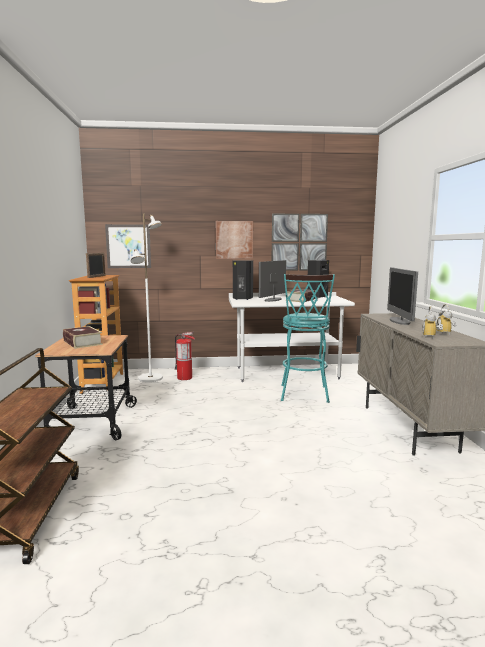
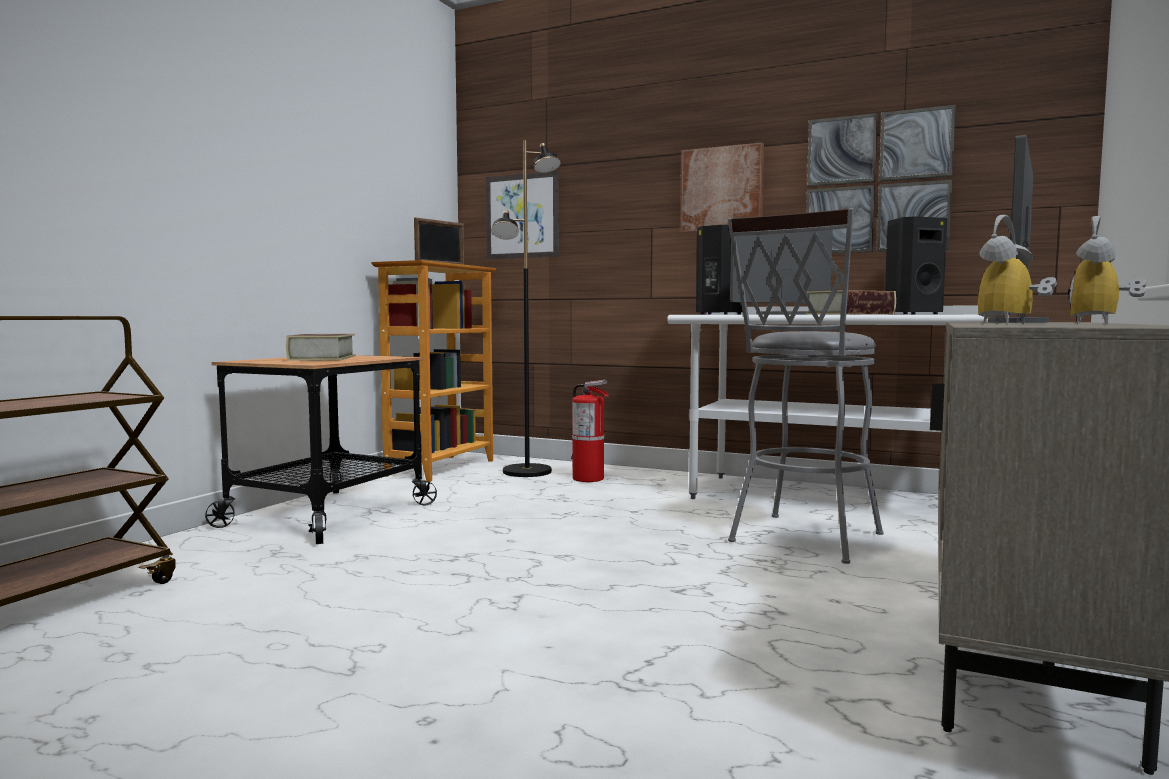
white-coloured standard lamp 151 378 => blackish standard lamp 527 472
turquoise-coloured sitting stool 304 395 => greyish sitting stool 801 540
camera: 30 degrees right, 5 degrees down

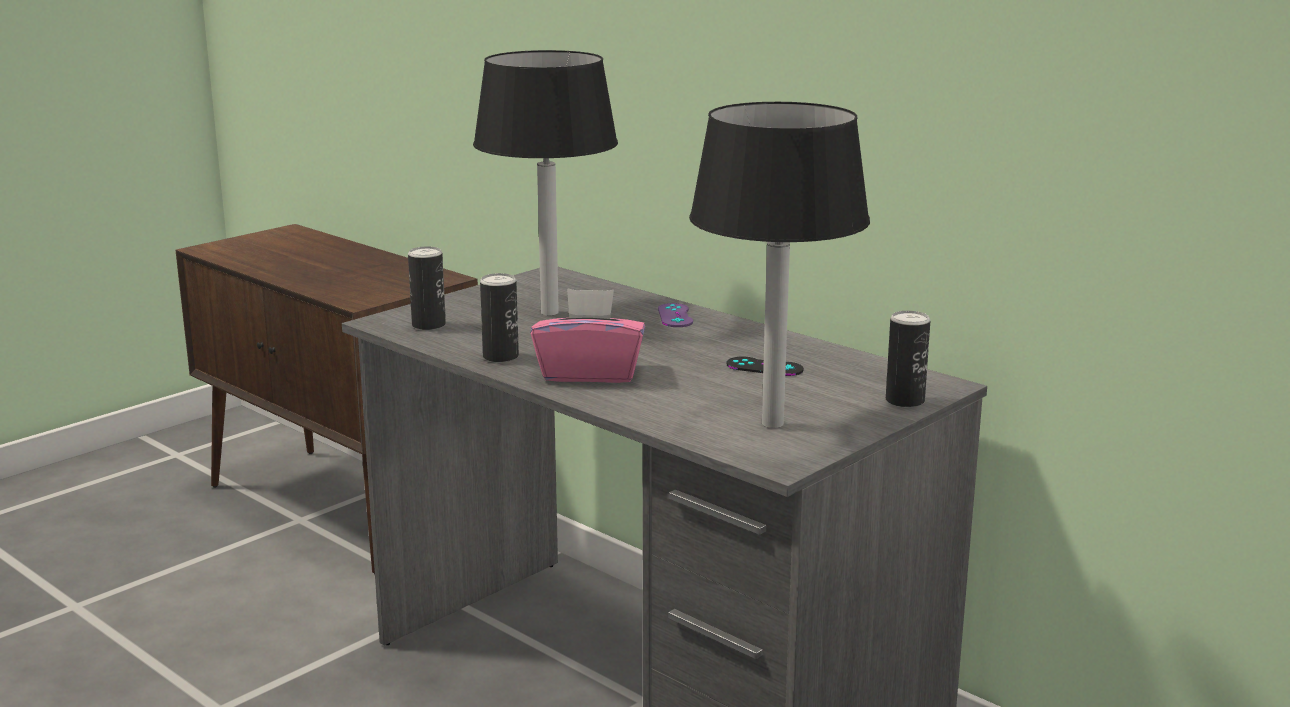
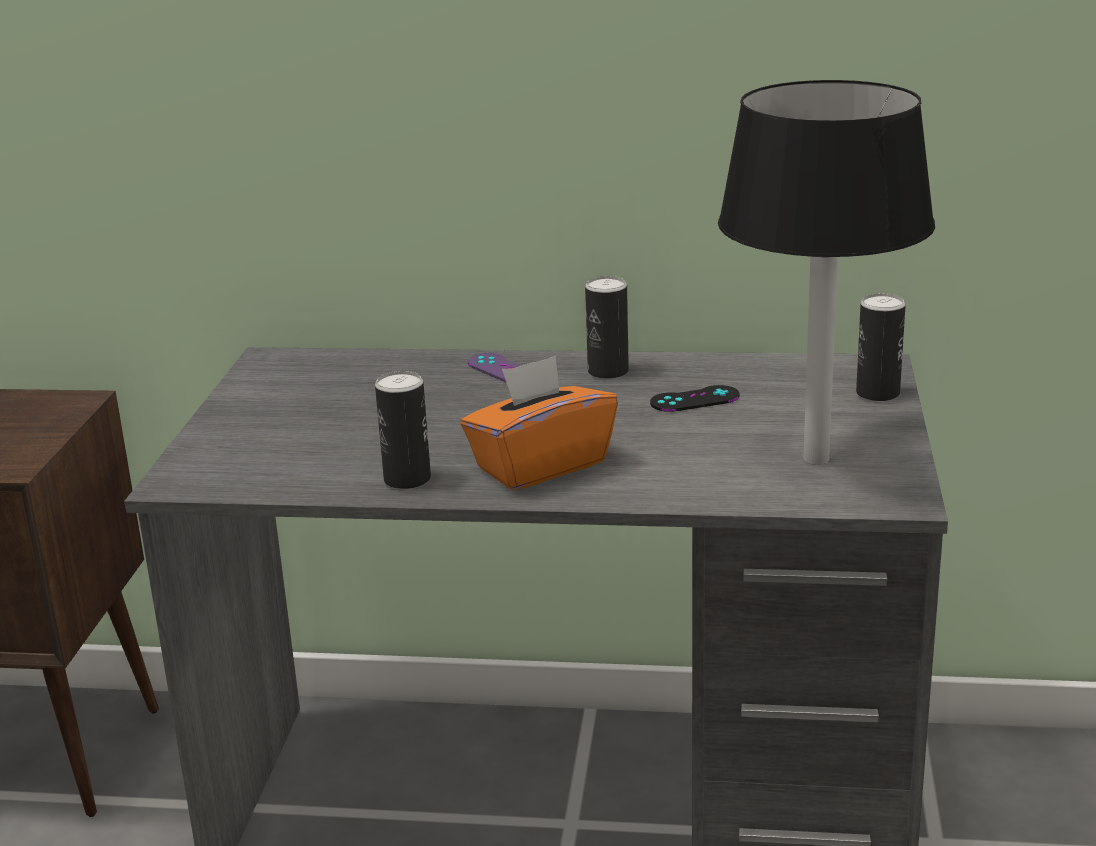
pinkish box of tissues 590 373 => orangey box of tissues 540 465
sealed can 428 325 => sealed can 608 371, moved
blackish tabletop lamp 549 313 => nothing
camera: 35 degrees left, 5 degrees up

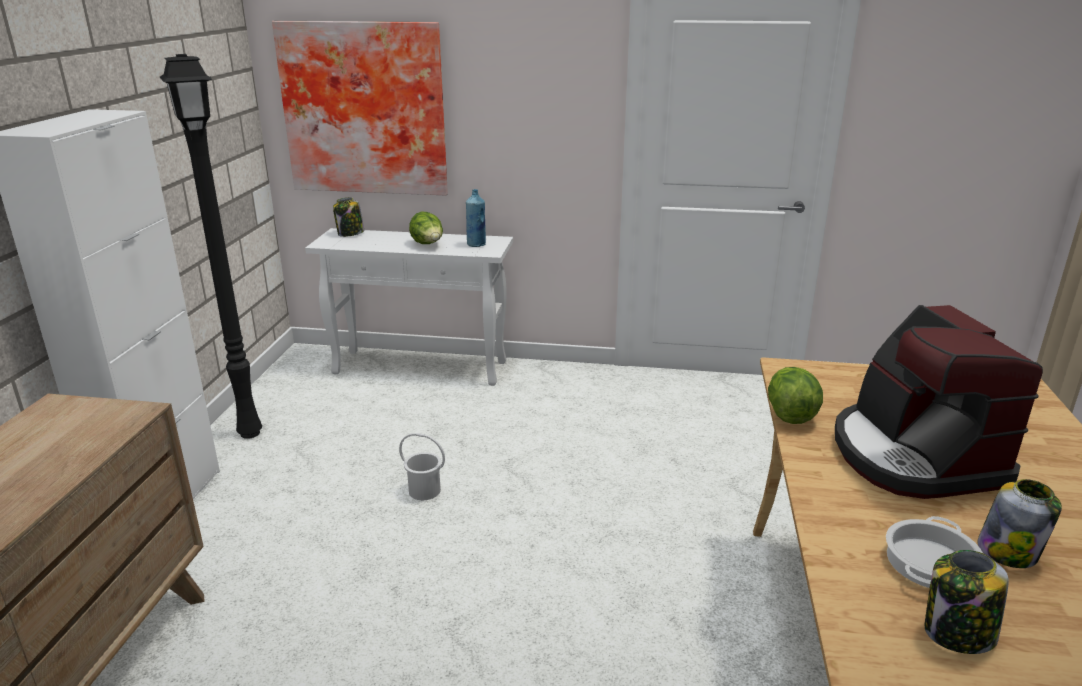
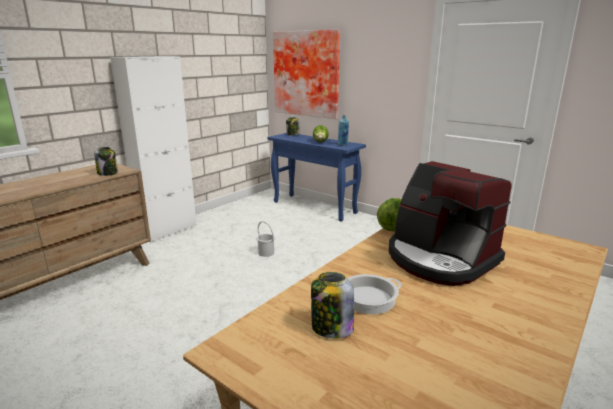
preserve jar 1008 551 => preserve jar 108 173, moved
white-coloured console table 421 367 => bluish console table 315 207
coffee brewer 913 456 => coffee brewer 440 259, 60 degrees counterclockwise
blackish standard lamp 251 432 => nothing
camera: 30 degrees right, 5 degrees down

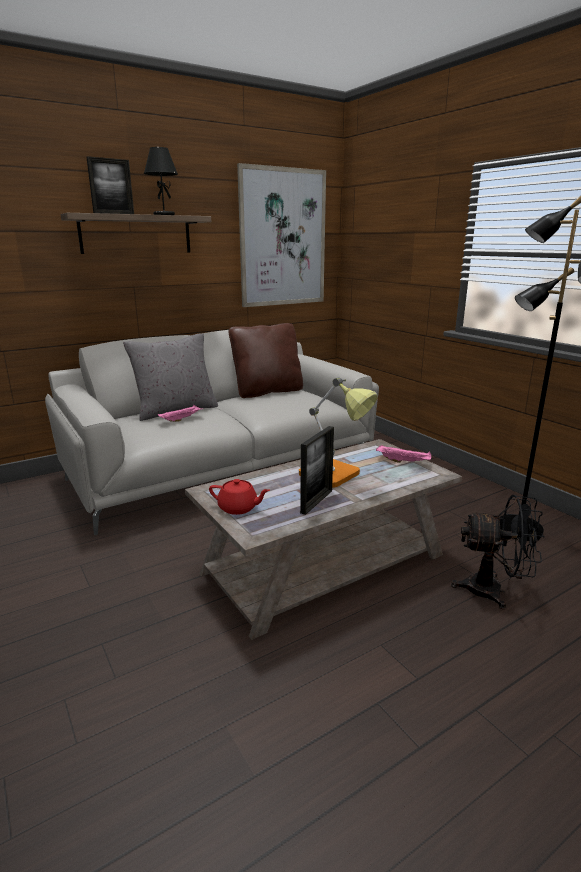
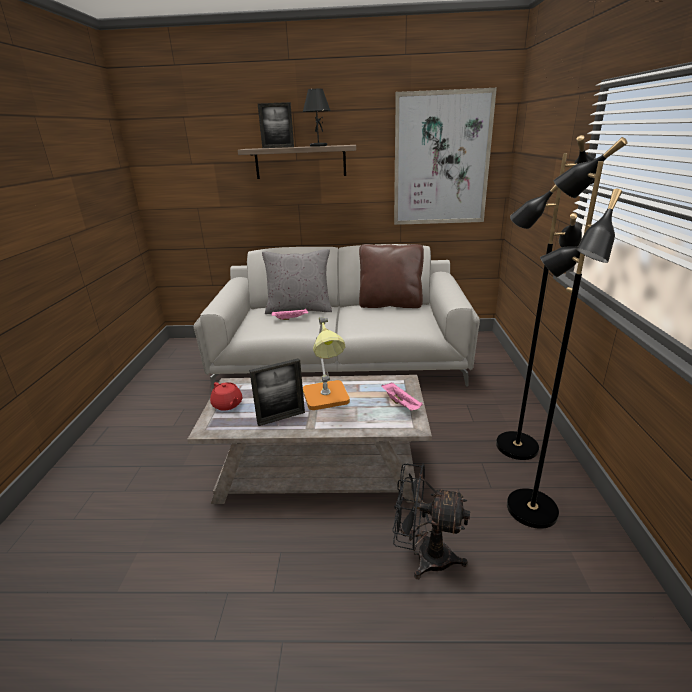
blackish electric fan 493 591 => blackish electric fan 424 556, 150 degrees clockwise
nothing => blackish standard lamp 516 445
camera: 35 degrees right, 5 degrees up

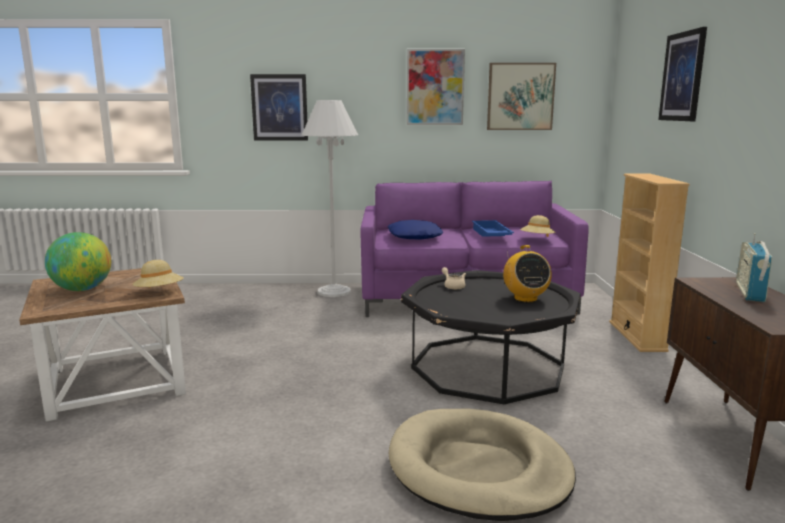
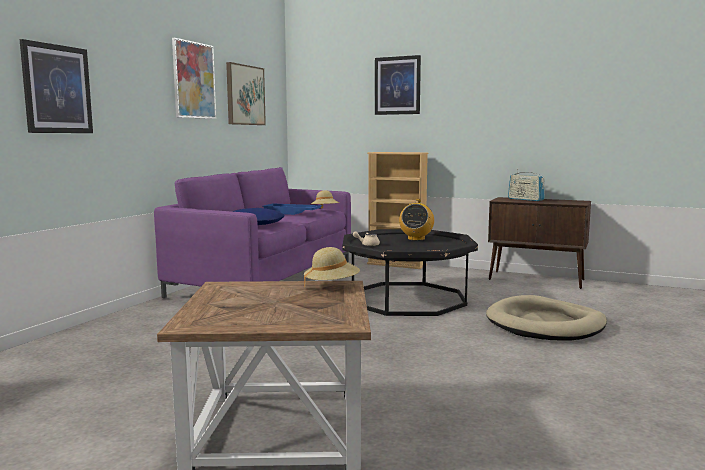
radio 525 298 => radio 416 239, 90 degrees clockwise
world globe 82 289 => nothing
white-coloured standard lamp 334 291 => nothing
camera: 65 degrees left, 5 degrees down

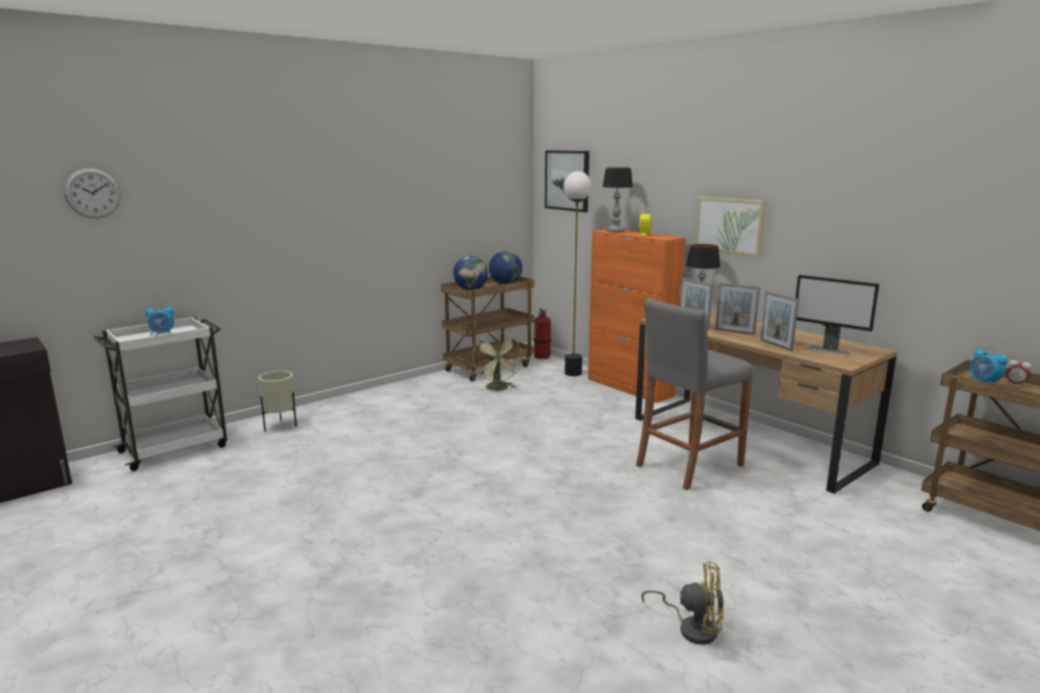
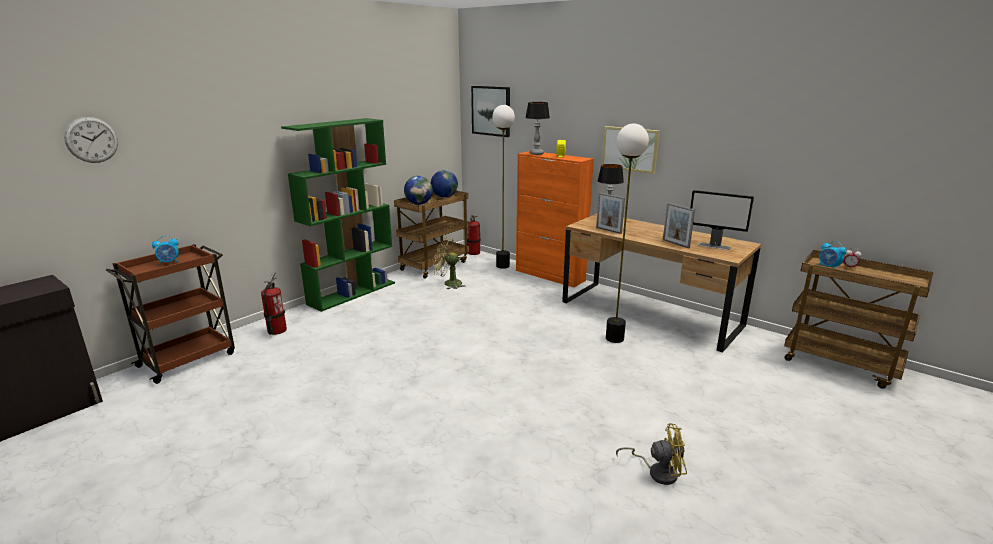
white-coloured cart 176 448 => brown-coloured cart 189 359
beige flower pot 280 426 => fire-fighting cylinder 276 330
nothing => greenish bookshelf 352 293
greenish electric fan 498 389 => greenish electric fan 448 283, 120 degrees clockwise
greyish sitting stool 689 465 => standard lamp 614 338
picture frame 734 332 => nothing
camera: 10 degrees left, 5 degrees up

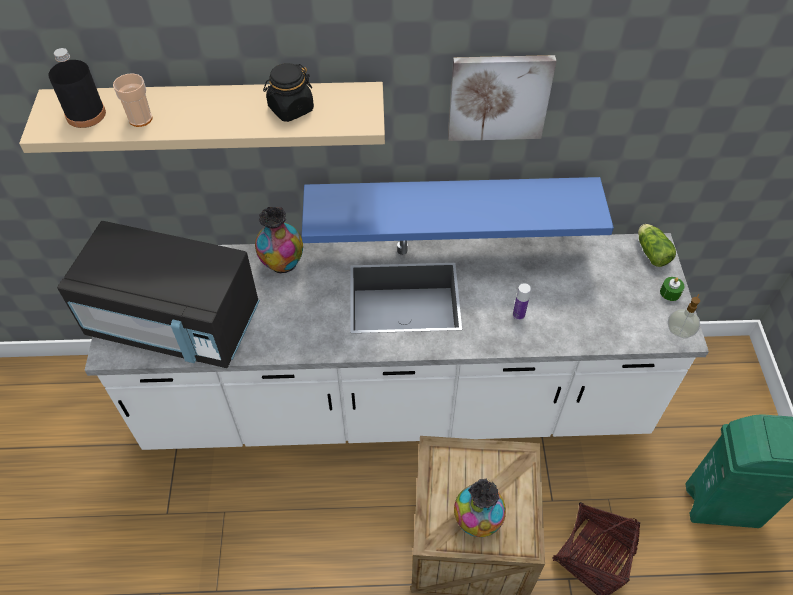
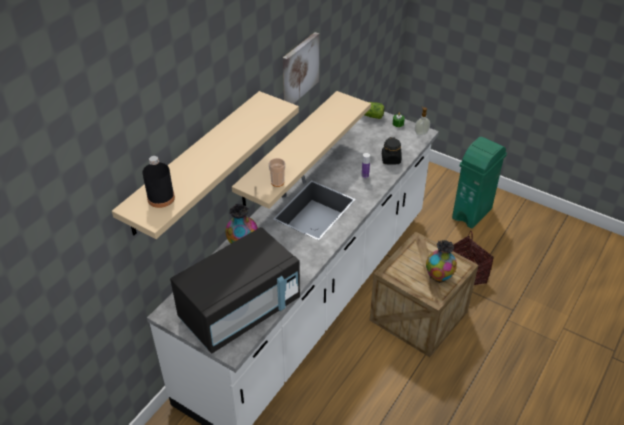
bluish wall shelf 451 201 => beige wall shelf 288 149
small cup 140 119 => small cup 277 182, moved
blackish preserve jar 290 109 => blackish preserve jar 391 159, moved
camera: 55 degrees left, 10 degrees down

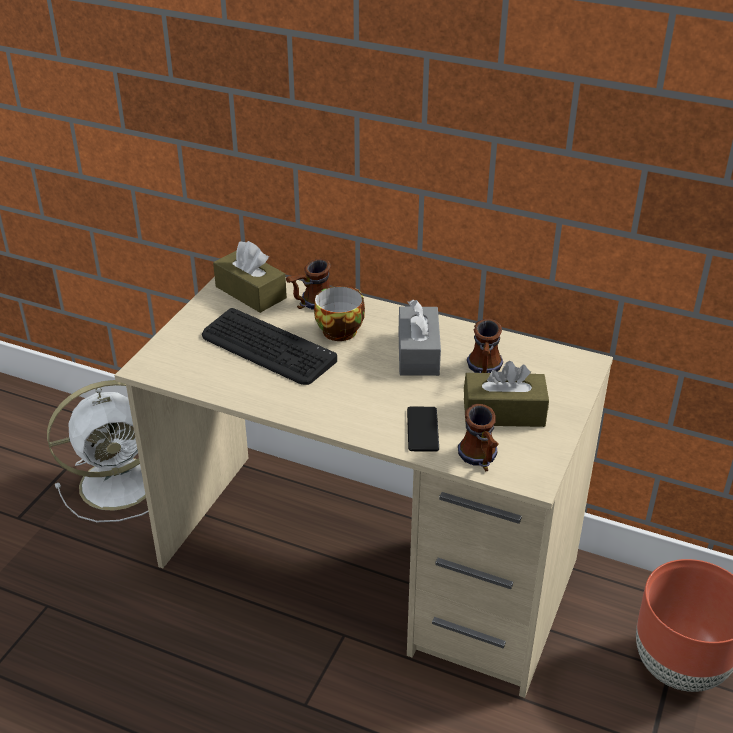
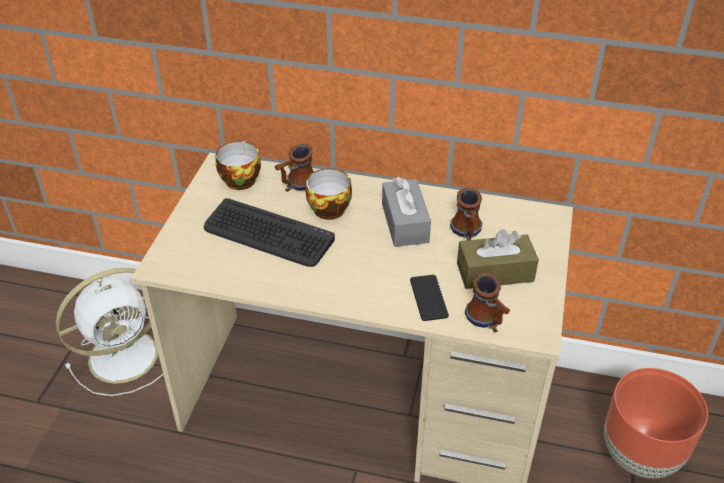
brown-coloured box of tissues 250 292 => small cup 238 180
camera: 10 degrees left, 5 degrees up

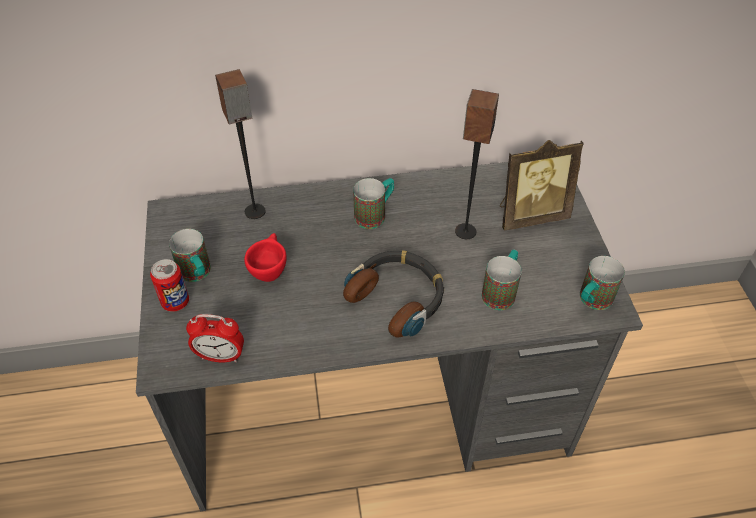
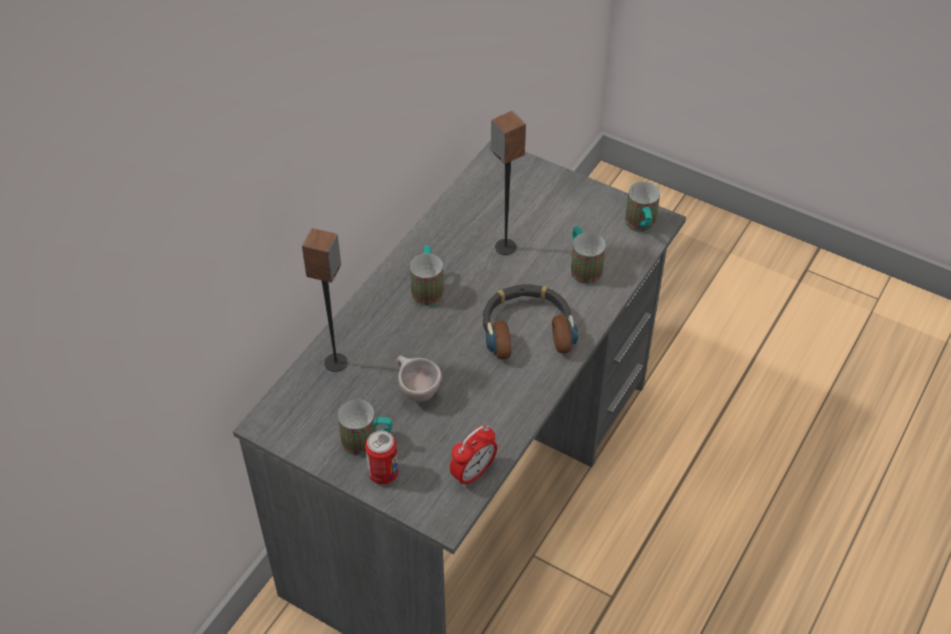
reddish small cup 269 270 => beige small cup 415 391
picture frame 530 215 => nothing
camera: 50 degrees left, 0 degrees up

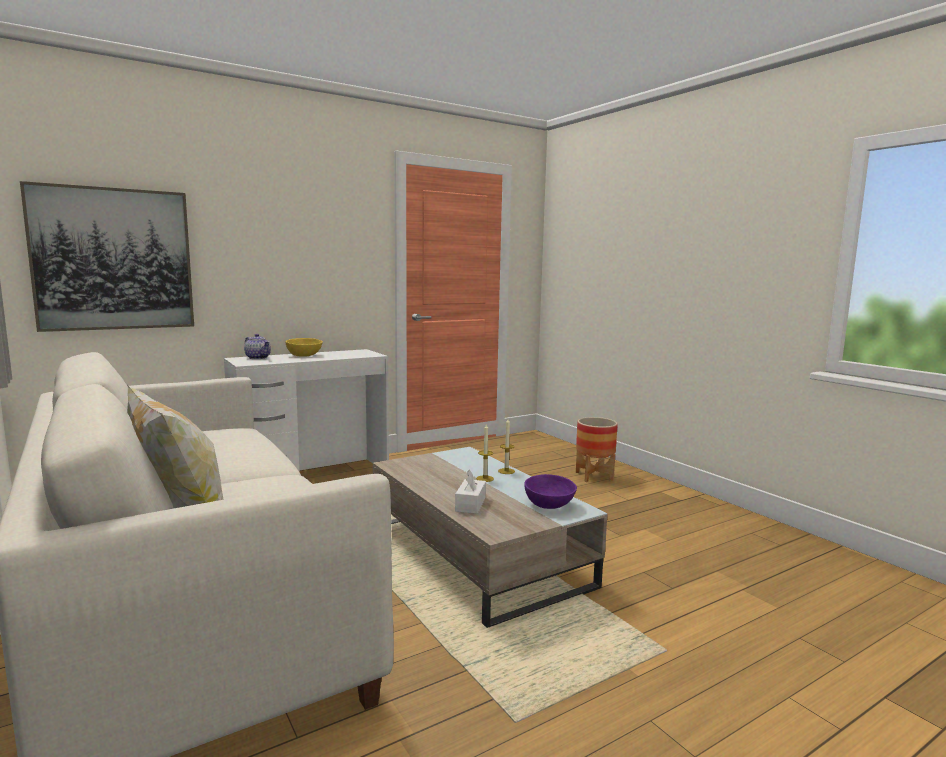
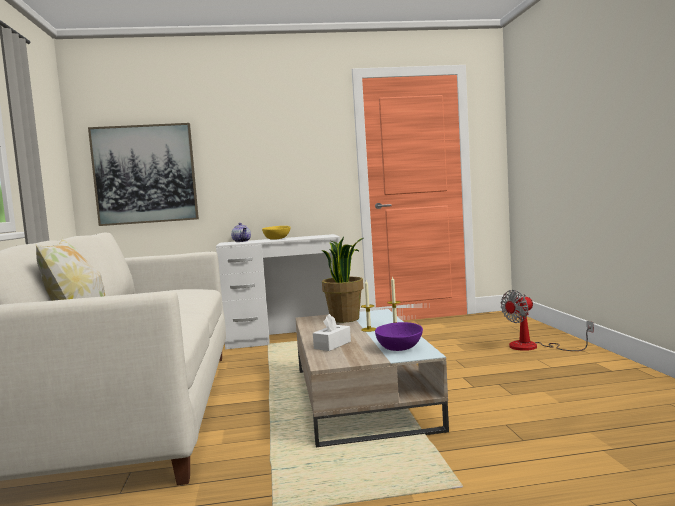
nothing => potted plant 345 319
flower pot 594 476 => electric fan 534 347
camera: 25 degrees right, 5 degrees down

